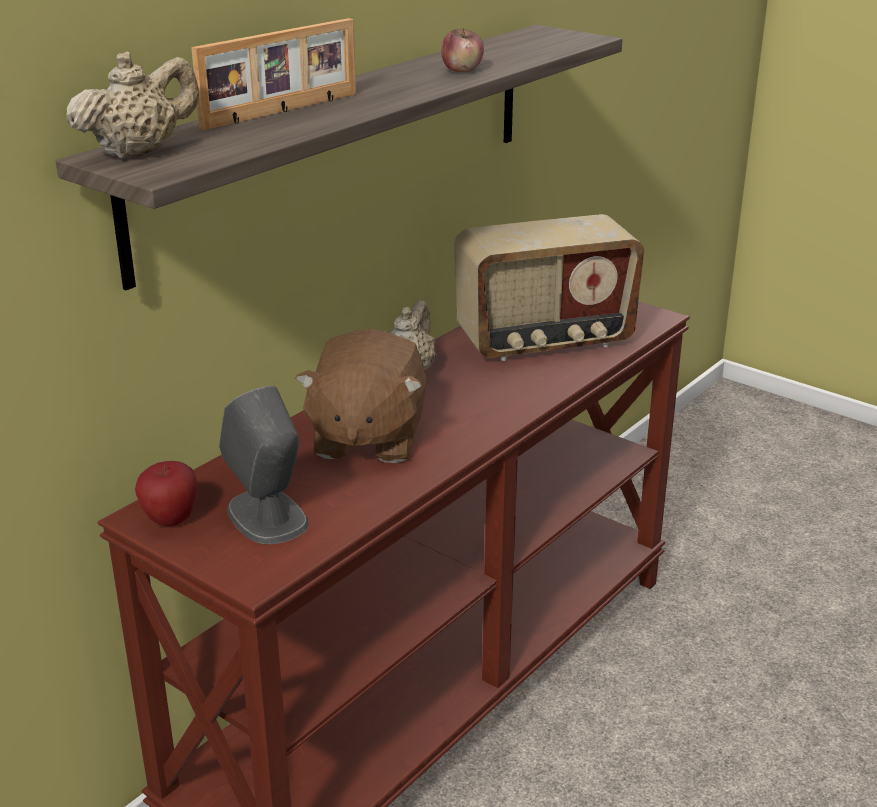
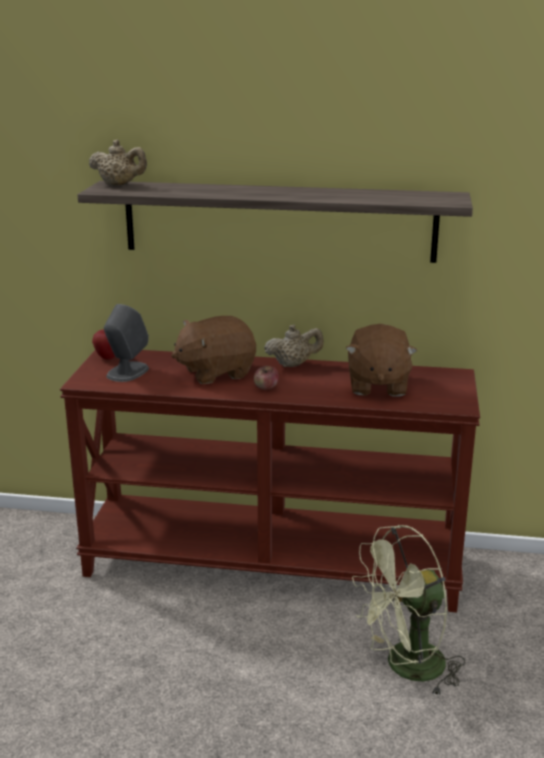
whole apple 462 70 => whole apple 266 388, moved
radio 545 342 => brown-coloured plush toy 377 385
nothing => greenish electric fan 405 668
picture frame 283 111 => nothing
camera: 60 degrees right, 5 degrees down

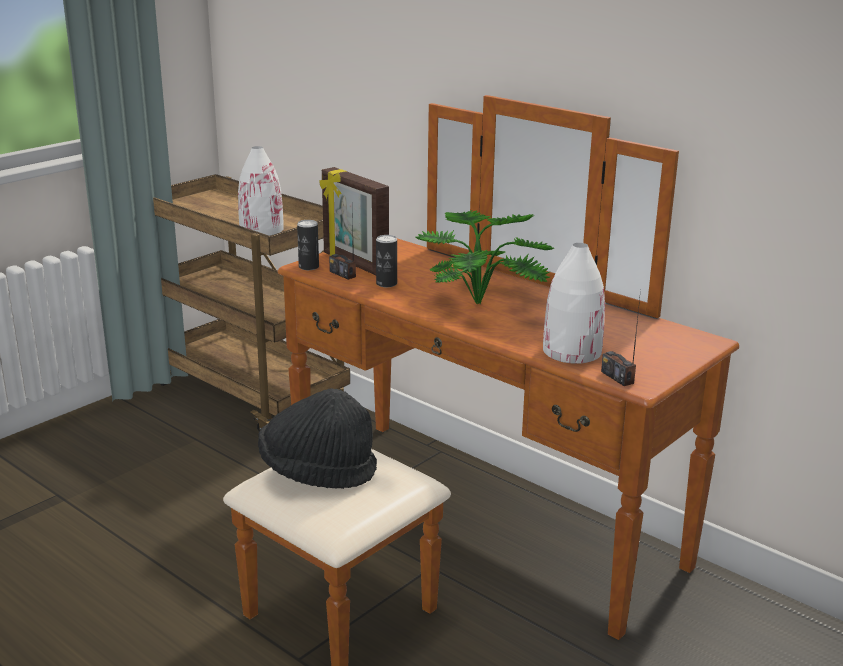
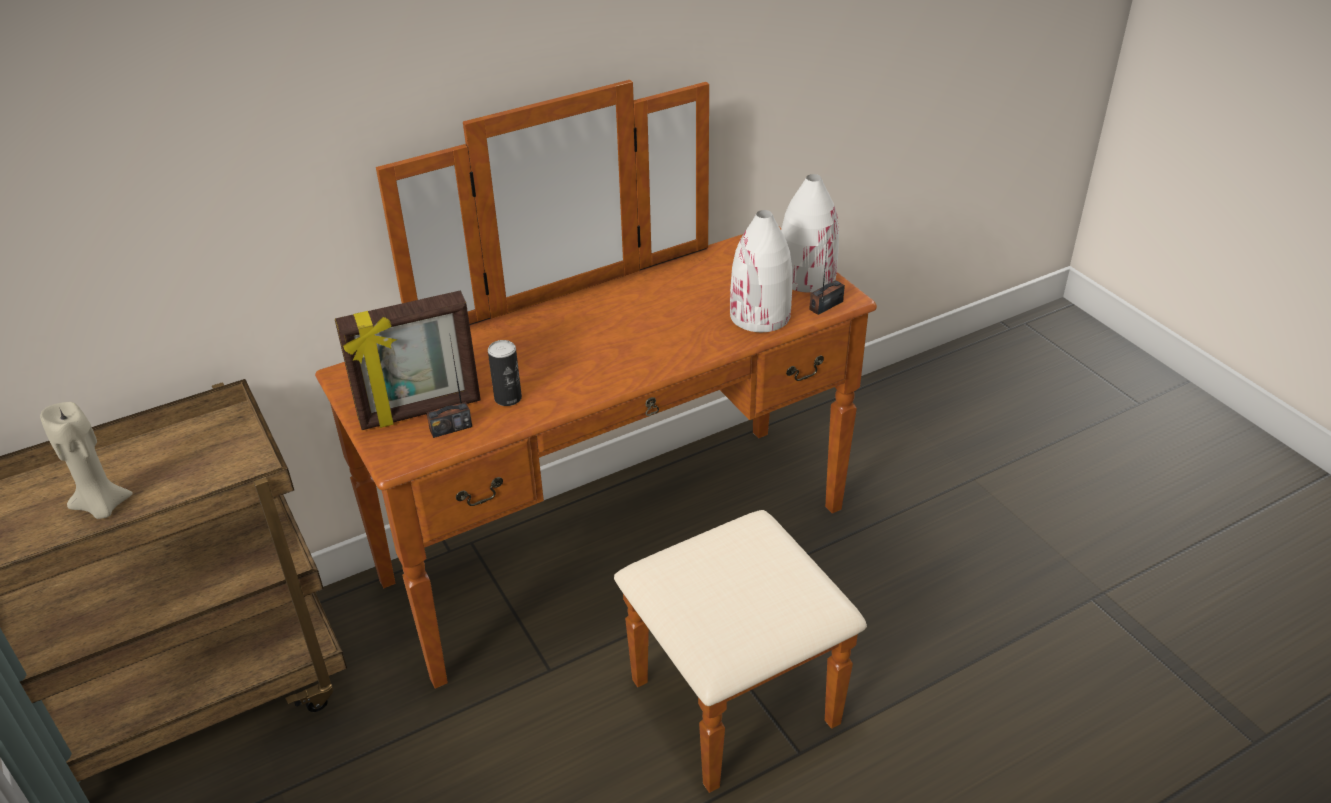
nothing => beige candle 102 507
white-coloured vase 261 229 => white-coloured vase 806 277, moved
radio 617 377 => radio 826 305, 150 degrees clockwise
blackish clothing hat 317 472 => nothing
sealed can 308 267 => nothing
potted plant 485 301 => nothing
camera: 70 degrees left, 15 degrees up

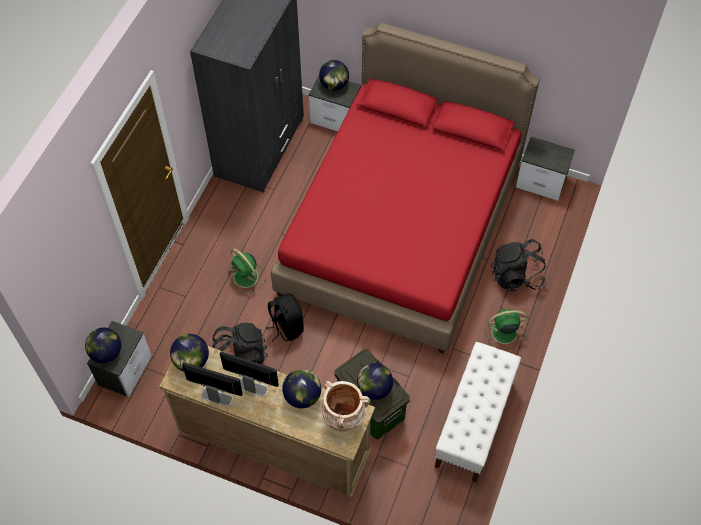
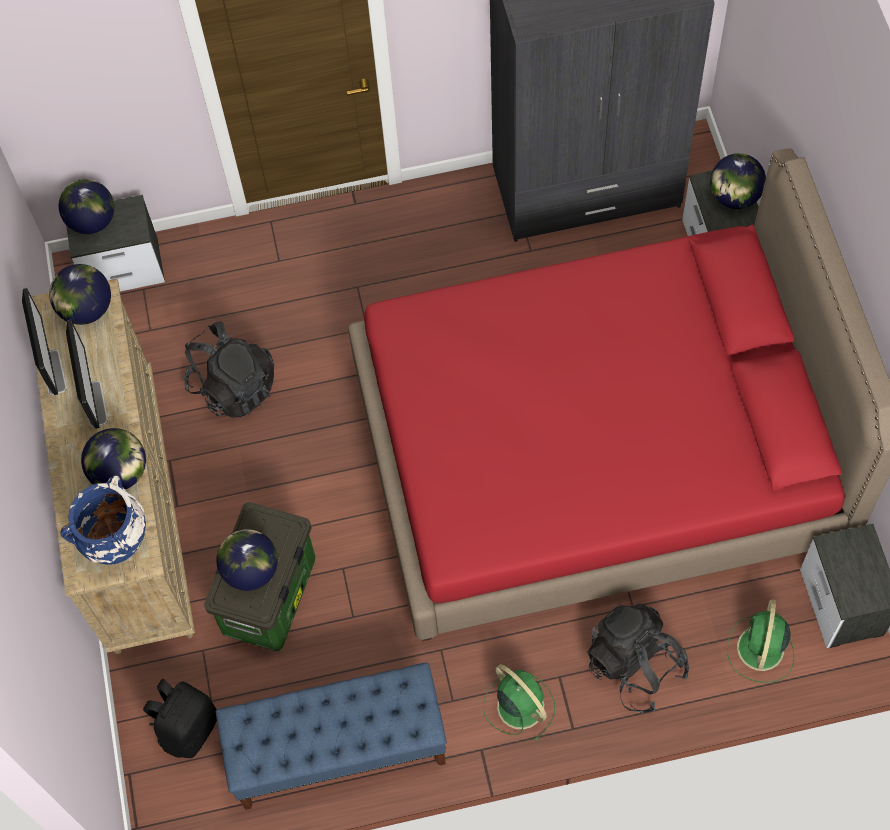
beige vase 344 419 => bluish vase 118 546
blackish knapsack 286 327 => blackish knapsack 188 727, moved
white-coloured long seat 474 423 => bluish long seat 338 751
greenish electric fan 246 277 => greenish electric fan 760 650, moved
camera: 60 degrees right, 5 degrees up

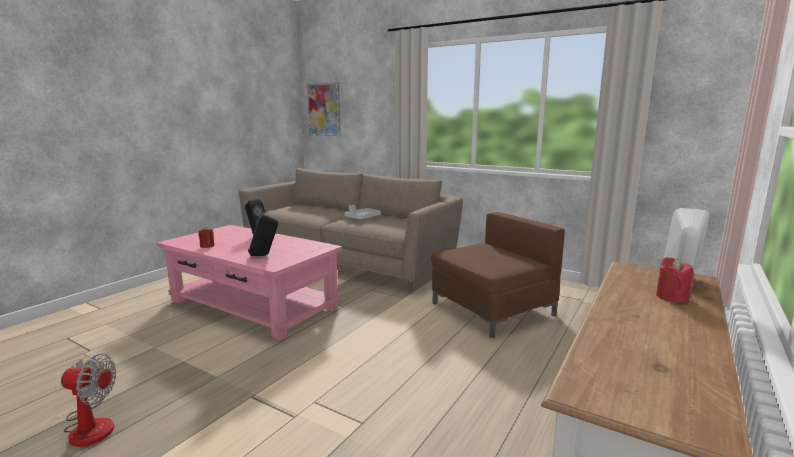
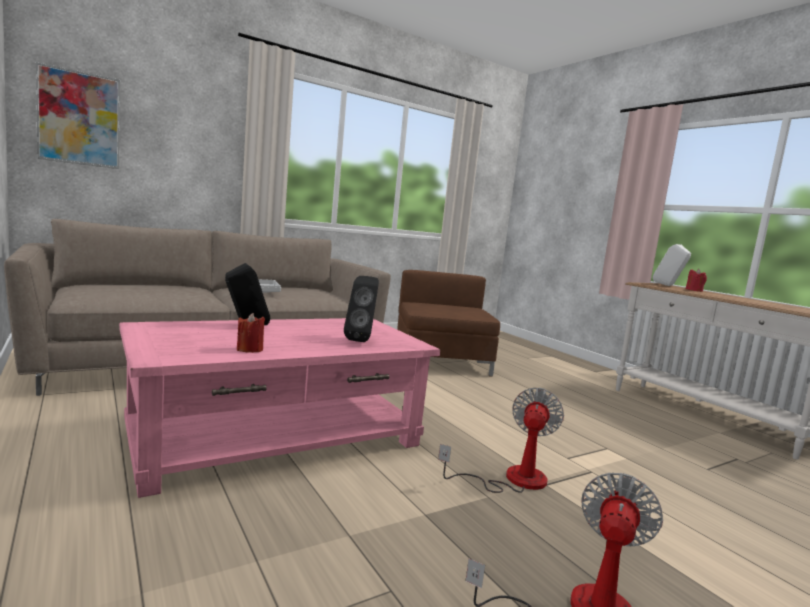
nothing => electric fan 512 479
camera: 65 degrees left, 5 degrees down

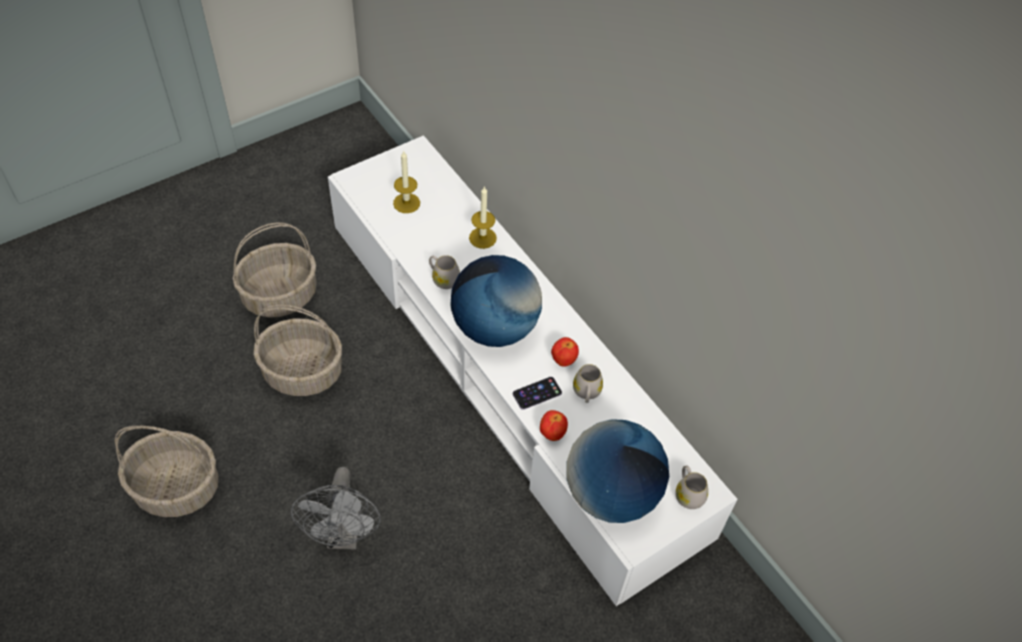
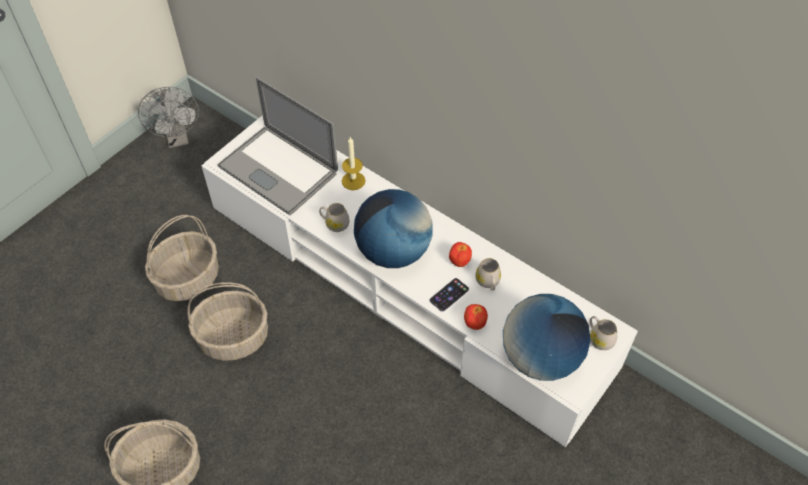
greyish electric fan 344 535 => greyish electric fan 178 139, moved
candle 406 203 => laptop 278 169
camera: 15 degrees left, 0 degrees up

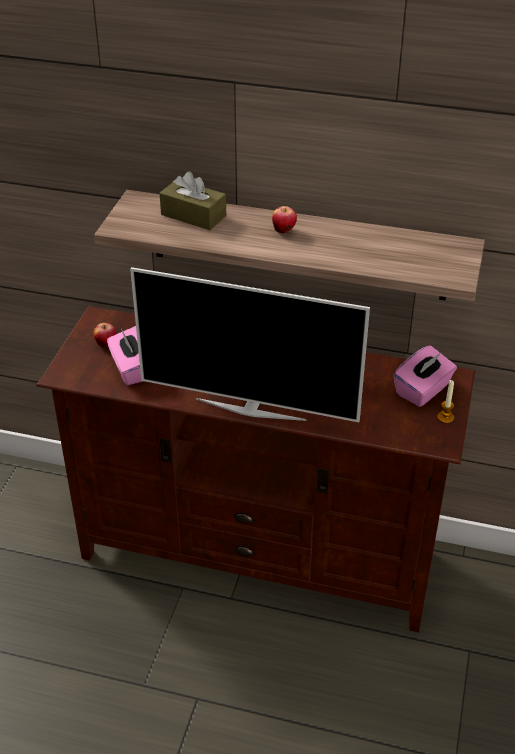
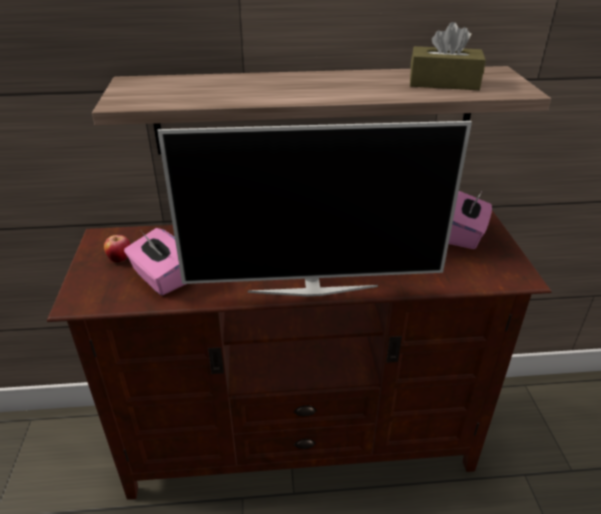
brown-coloured box of tissues 193 215 => brown-coloured box of tissues 443 82, moved
whole apple 284 231 => nothing
candle 445 417 => nothing
camera: 20 degrees left, 5 degrees down

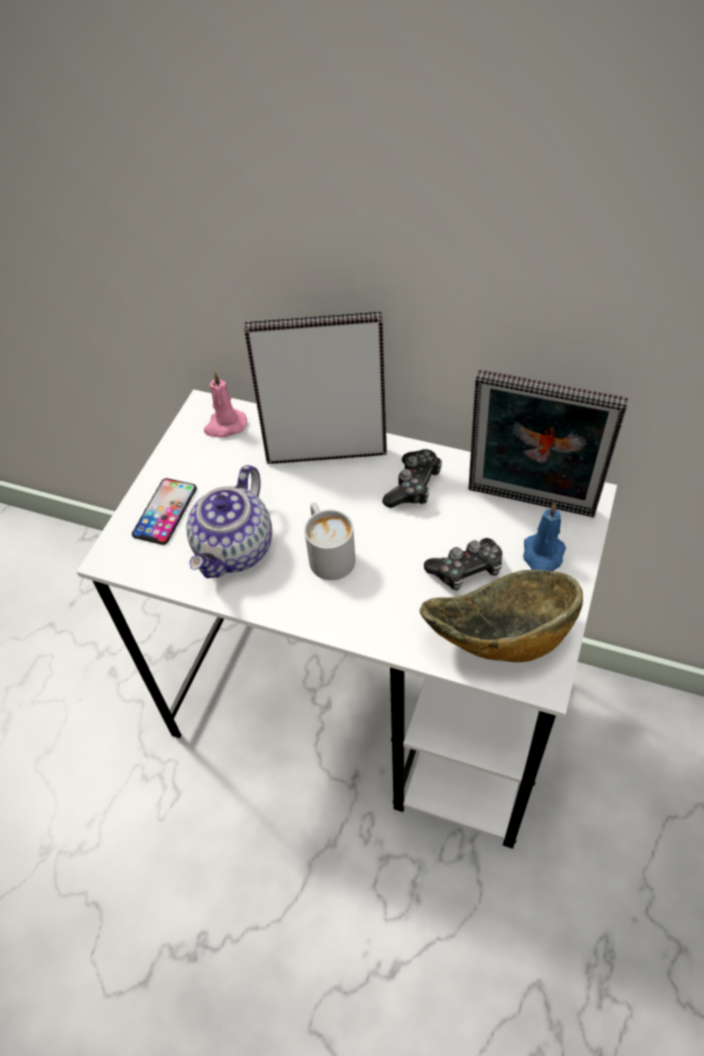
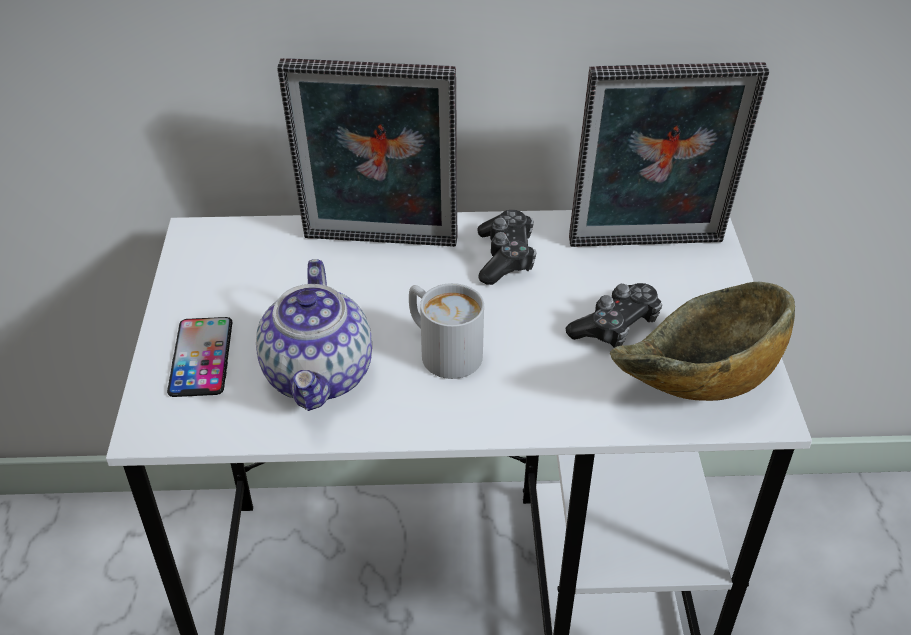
picture frame 326 450 => picture frame 379 244, 150 degrees counterclockwise
pinkish candle 225 426 => nothing
bluish candle 543 556 => nothing
camera: 25 degrees left, 10 degrees down

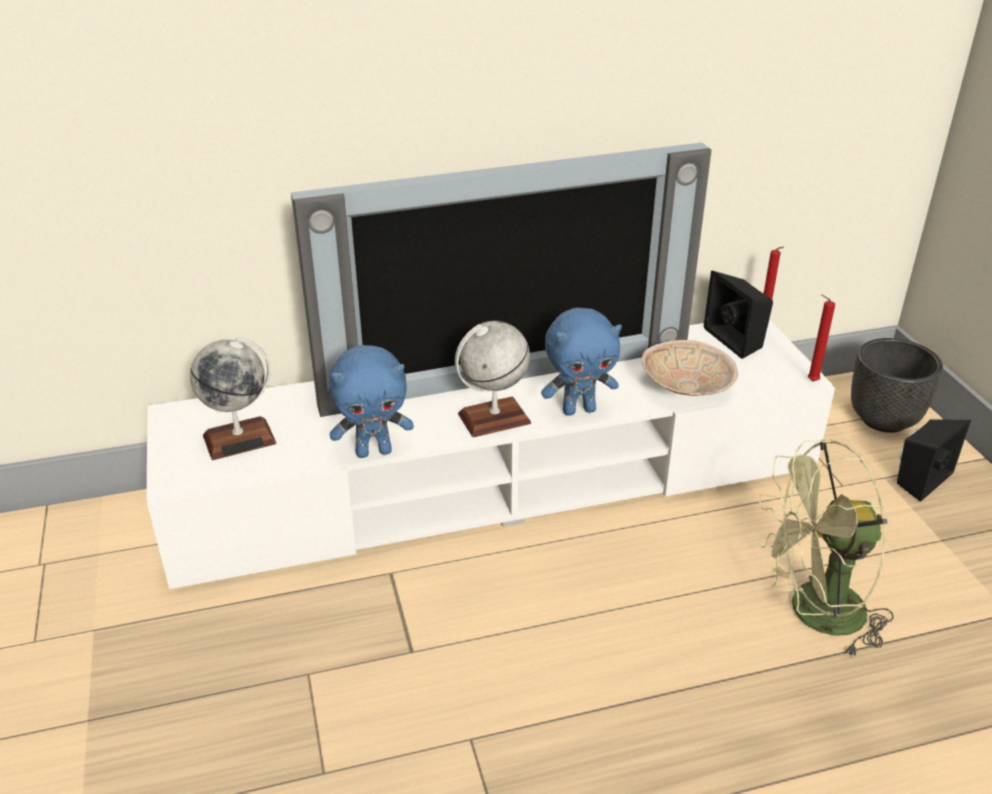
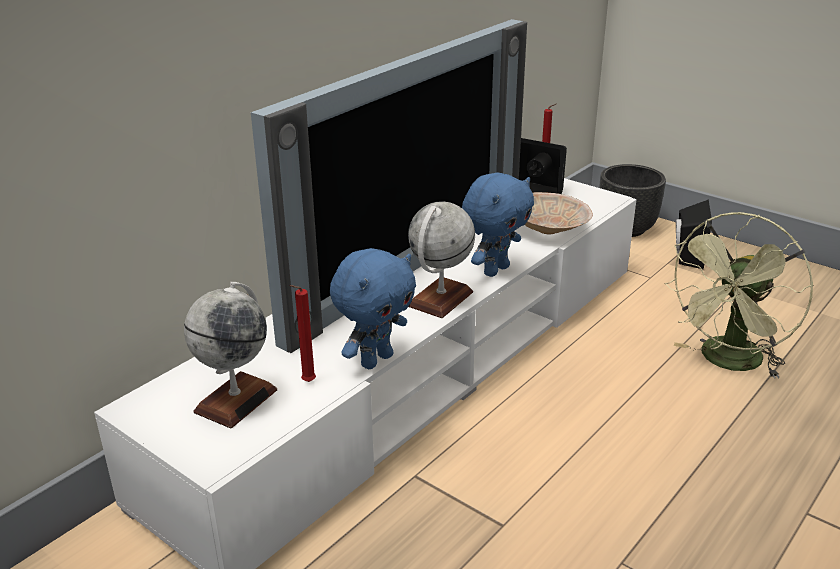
reddish candle 810 381 => reddish candle 306 382, moved
camera: 35 degrees left, 5 degrees down

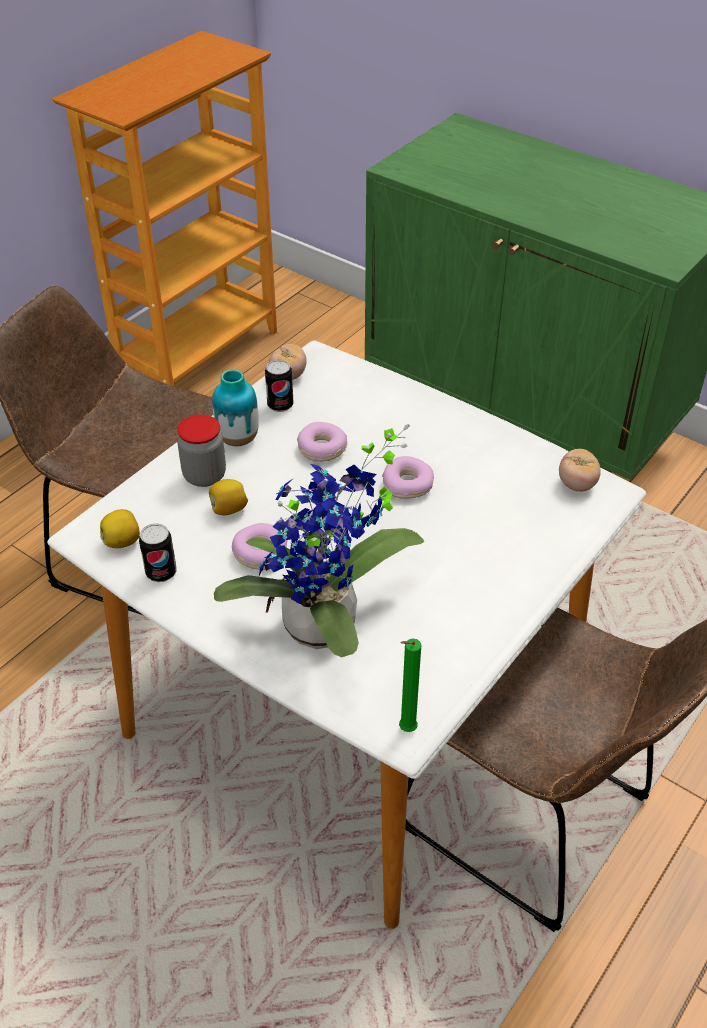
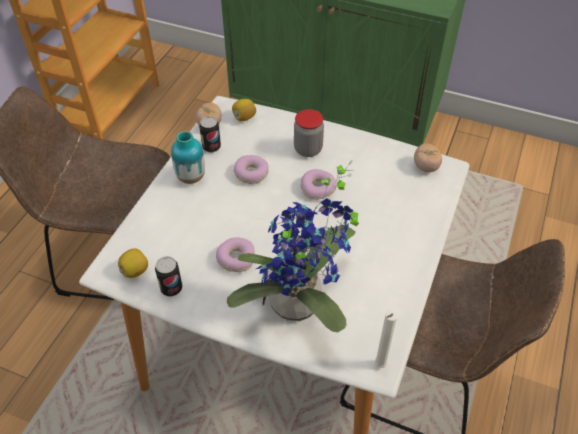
lemon 229 509 => lemon 244 117, moved
preserve jar 204 475 => preserve jar 308 149, moved
greenish candle 405 730 => white-coloured candle 379 366
camera: 15 degrees left, 5 degrees up

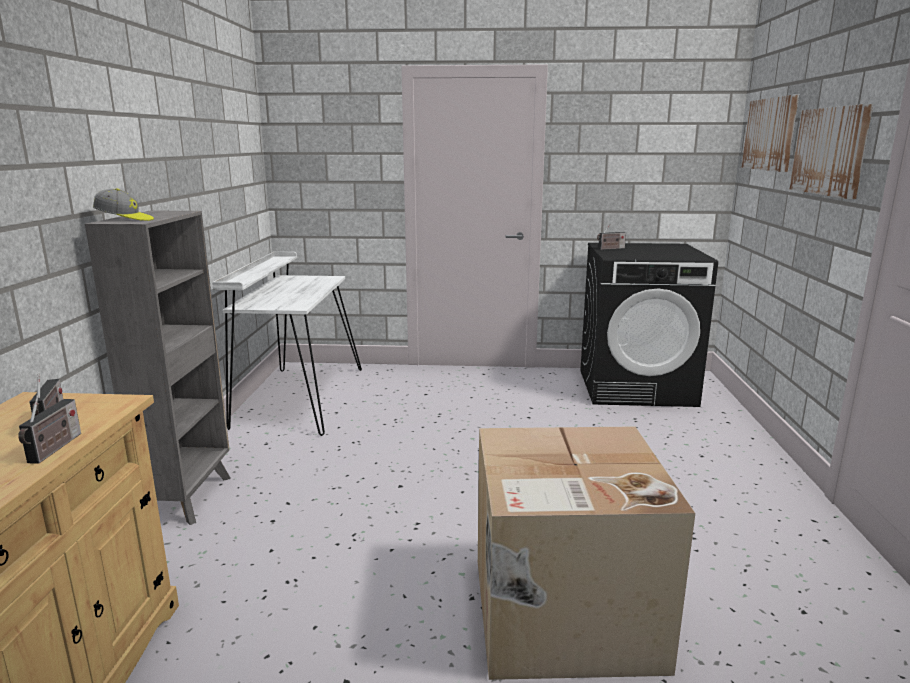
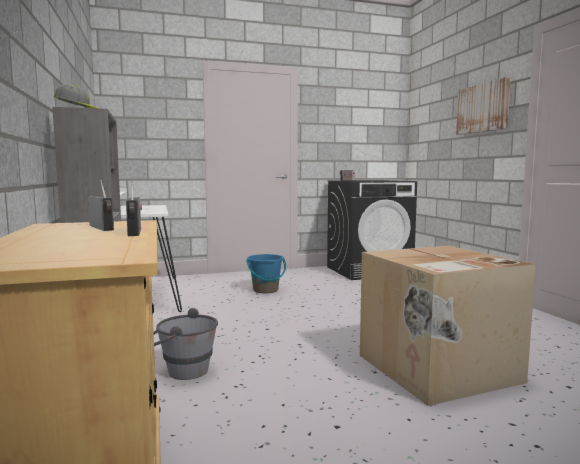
nothing => greyish water bucket 179 371
nothing => bluish water bucket 265 290
wall art 770 134 => nothing
camera: 20 degrees left, 10 degrees down

